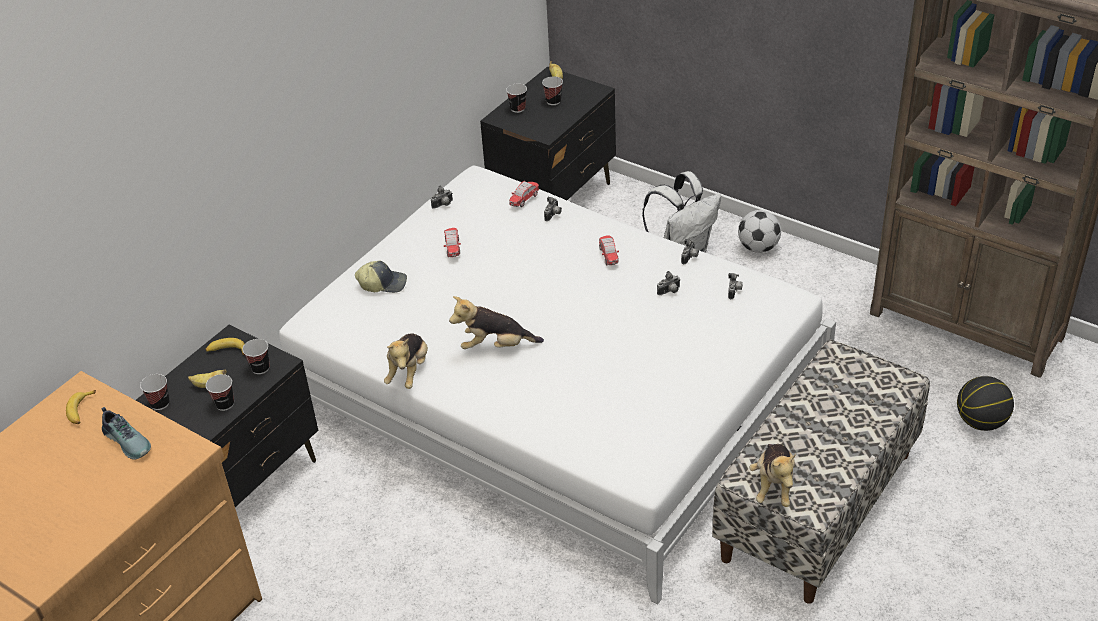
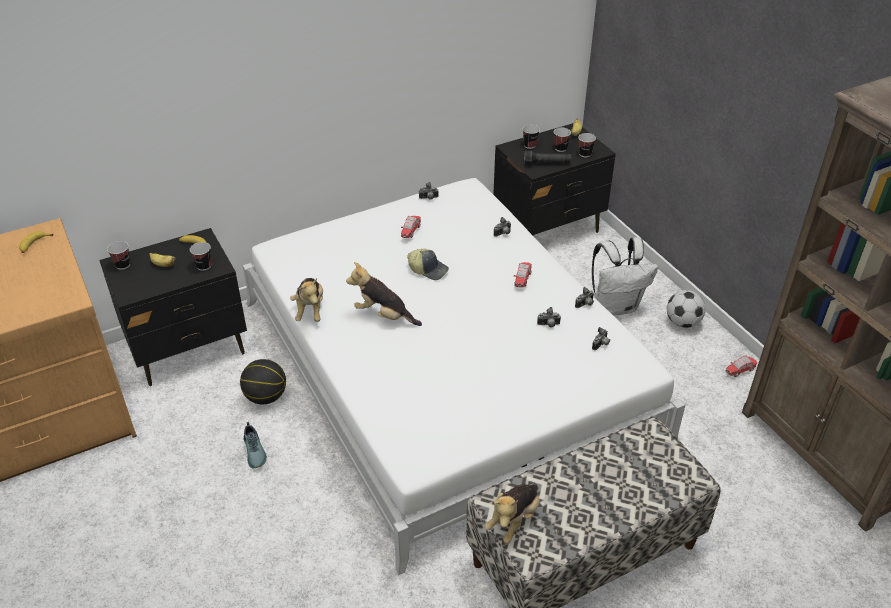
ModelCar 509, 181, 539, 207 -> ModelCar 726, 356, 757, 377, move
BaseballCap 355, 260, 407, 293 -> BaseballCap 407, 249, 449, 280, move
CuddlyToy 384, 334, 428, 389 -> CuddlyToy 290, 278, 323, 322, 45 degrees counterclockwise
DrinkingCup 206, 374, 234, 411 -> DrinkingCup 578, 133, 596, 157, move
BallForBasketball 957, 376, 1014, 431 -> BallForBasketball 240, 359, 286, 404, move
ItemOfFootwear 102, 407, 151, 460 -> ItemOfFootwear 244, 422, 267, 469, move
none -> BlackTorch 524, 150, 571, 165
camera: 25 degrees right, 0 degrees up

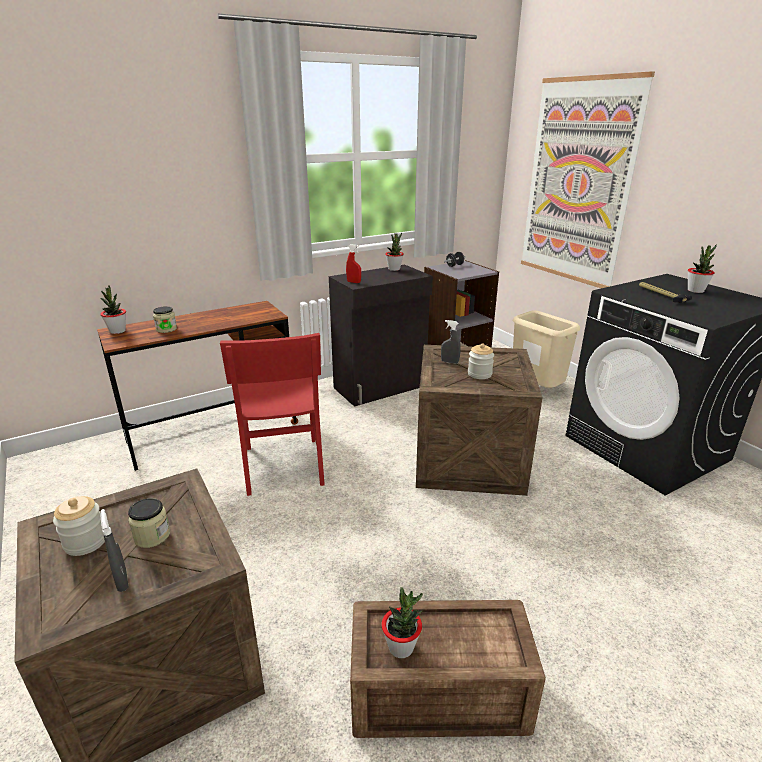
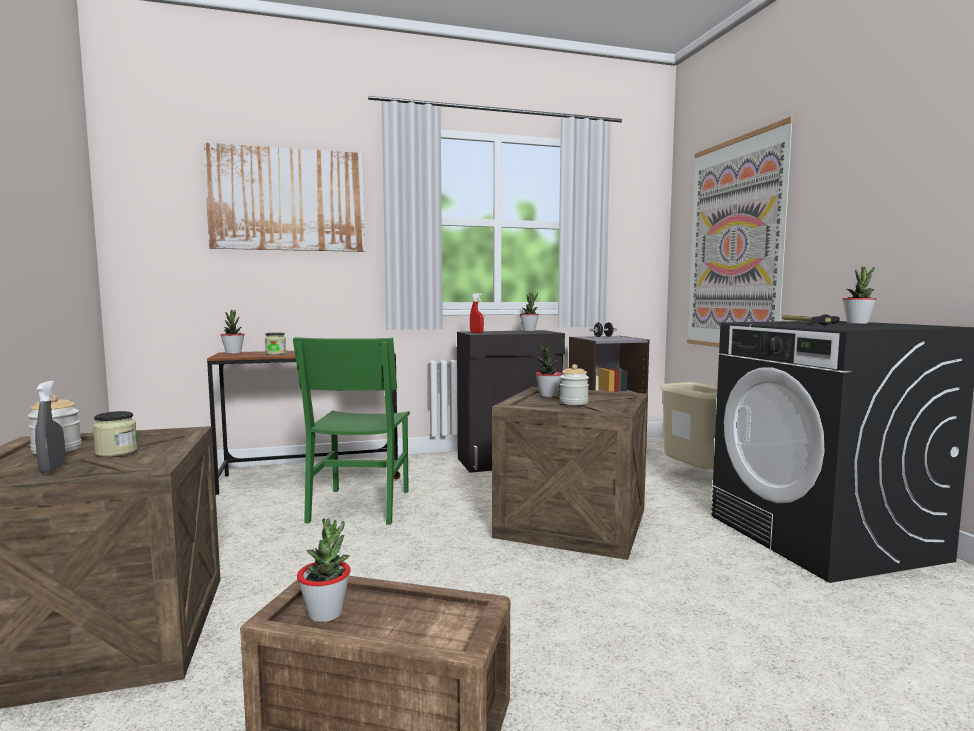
GraySprayer 441, 320, 461, 364 -> PlantInAPot 536, 345, 562, 397
RedUprightChair 220, 333, 325, 496 -> GreenColouredUprightChair 293, 337, 410, 525
none -> Picture 203, 143, 365, 252
camera: 15 degrees right, 20 degrees down

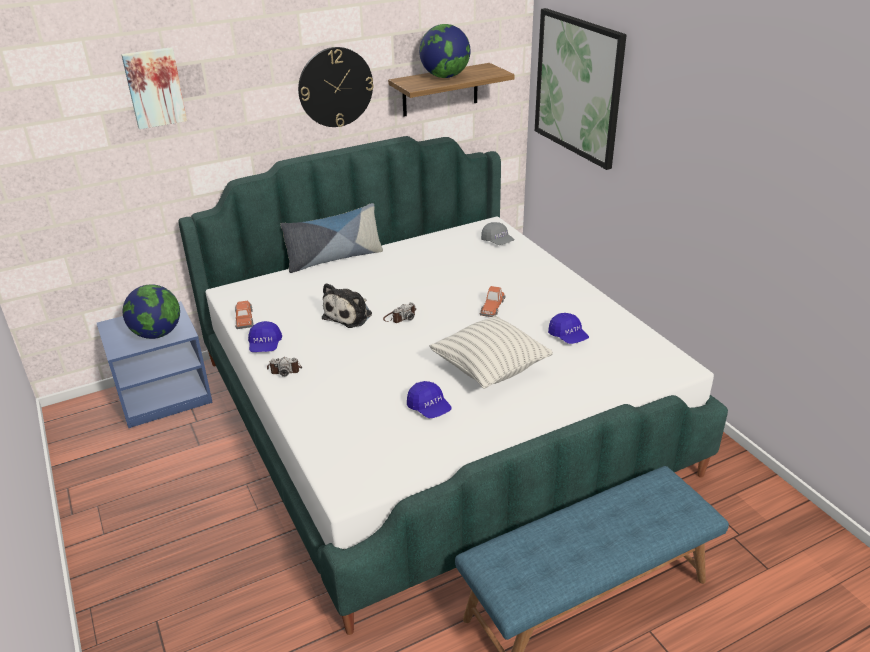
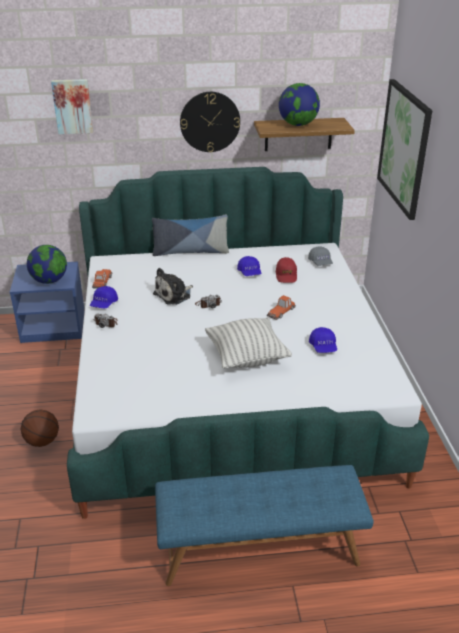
BlueBaseballCap 407, 381, 452, 418 -> BlueBaseballCap 237, 256, 261, 276, move
none -> RedBaseballCap 276, 257, 297, 283
none -> BallForBasketball 21, 409, 59, 447
camera: 20 degrees right, 0 degrees up

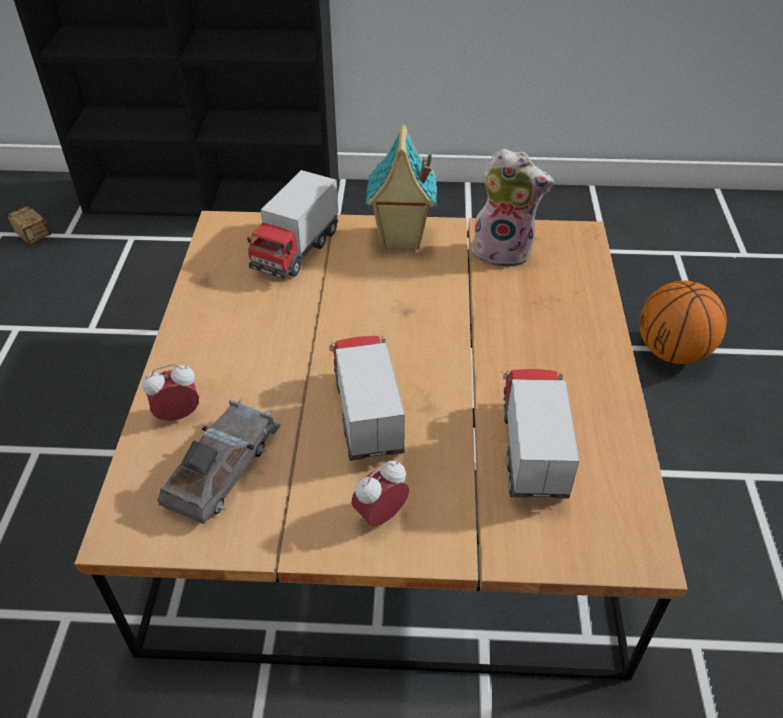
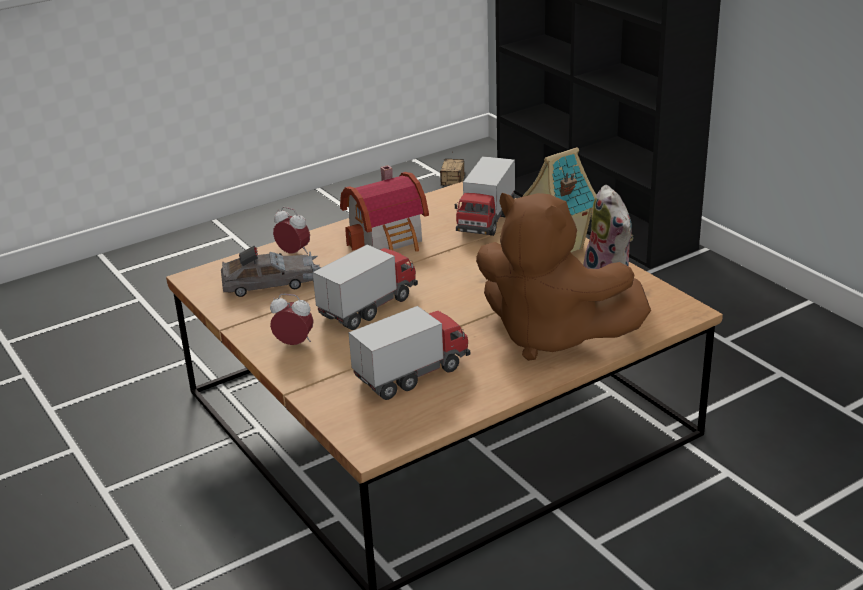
ToyLorry 247, 170, 338, 279 -> ToyLorry 455, 156, 515, 236, 60 degrees counterclockwise
BallForBasketball 639, 281, 727, 364 -> none
none -> MiniatureHouse 340, 165, 429, 252
none -> BrownColouredCuddlyToy 476, 193, 651, 361
camera: 55 degrees right, 15 degrees down

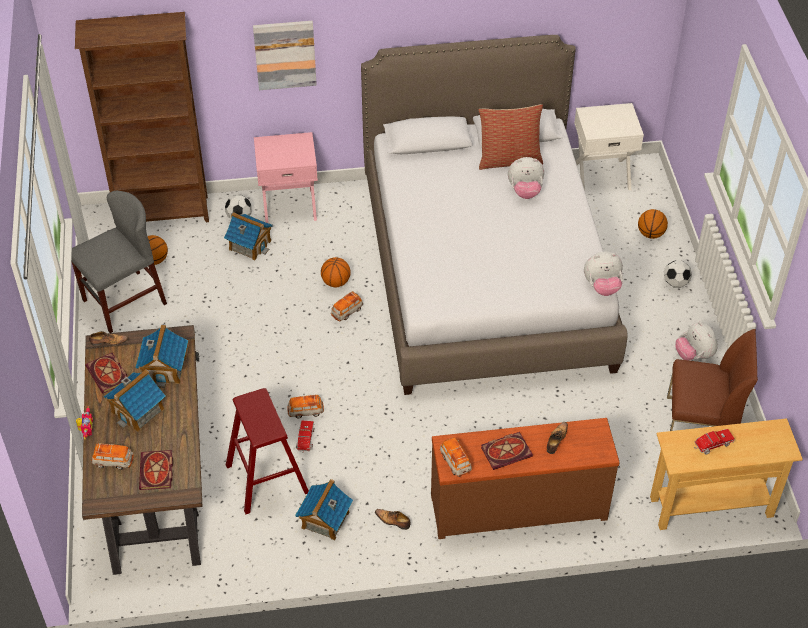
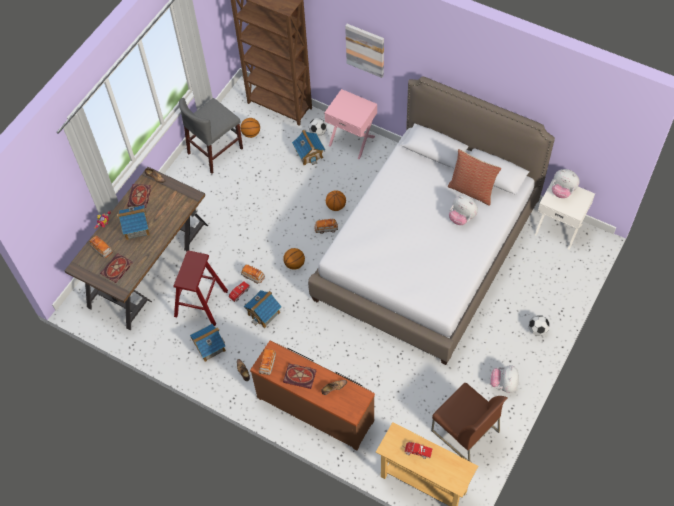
GrayUprightChair 72, 191, 167, 333 -> GrayUprightChair 179, 98, 243, 174, 135 degrees clockwise
BallForBasketball 638, 209, 668, 239 -> BallForBasketball 283, 248, 305, 270, move
CuddlyToy 584, 252, 623, 296 -> CuddlyToy 552, 169, 580, 198, move
MiniatureHouse 135, 324, 188, 387 -> MiniatureHouse 244, 290, 282, 328, move
camera: 40 degrees right, 10 degrees up

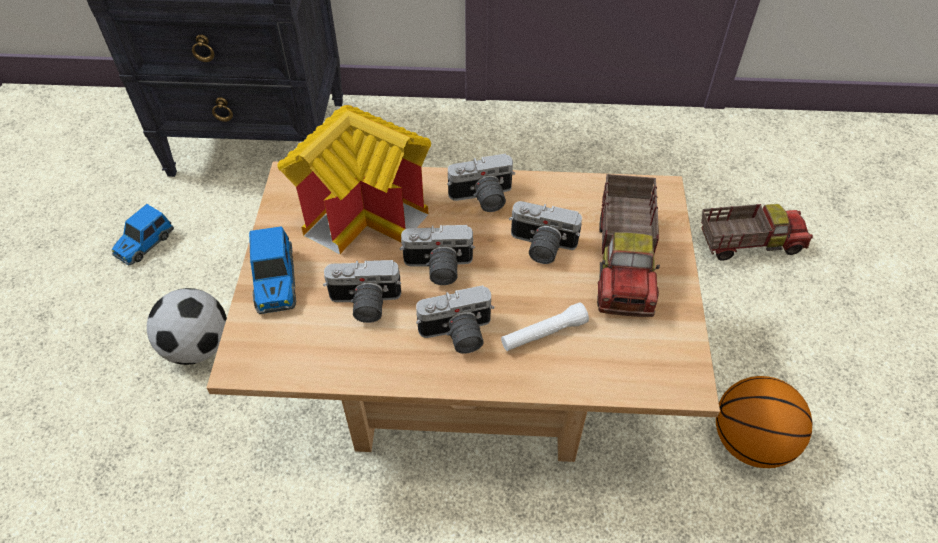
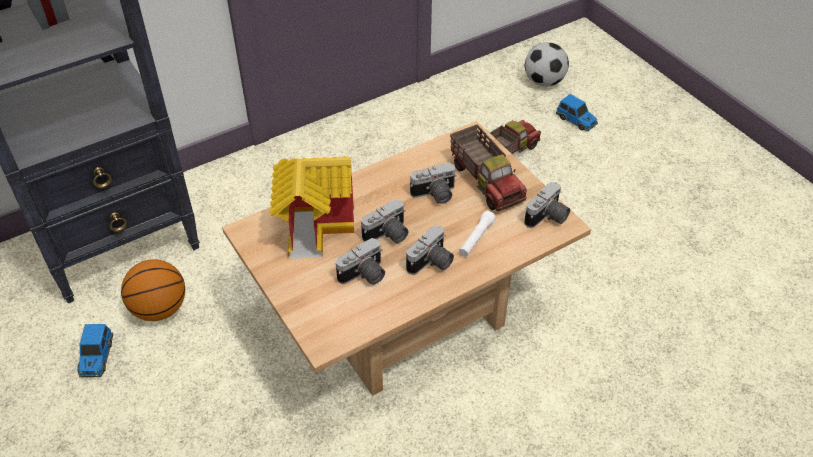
PhotoCamera 447, 153, 515, 212 -> PhotoCamera 524, 182, 570, 228, move
ModelCar 249, 226, 296, 314 -> ModelCar 556, 94, 598, 131, move
Football 147, 288, 227, 365 -> Football 525, 42, 569, 87, move
BallForBasketball 716, 376, 813, 468 -> BallForBasketball 121, 259, 185, 321, move
camera: 35 degrees left, 5 degrees down

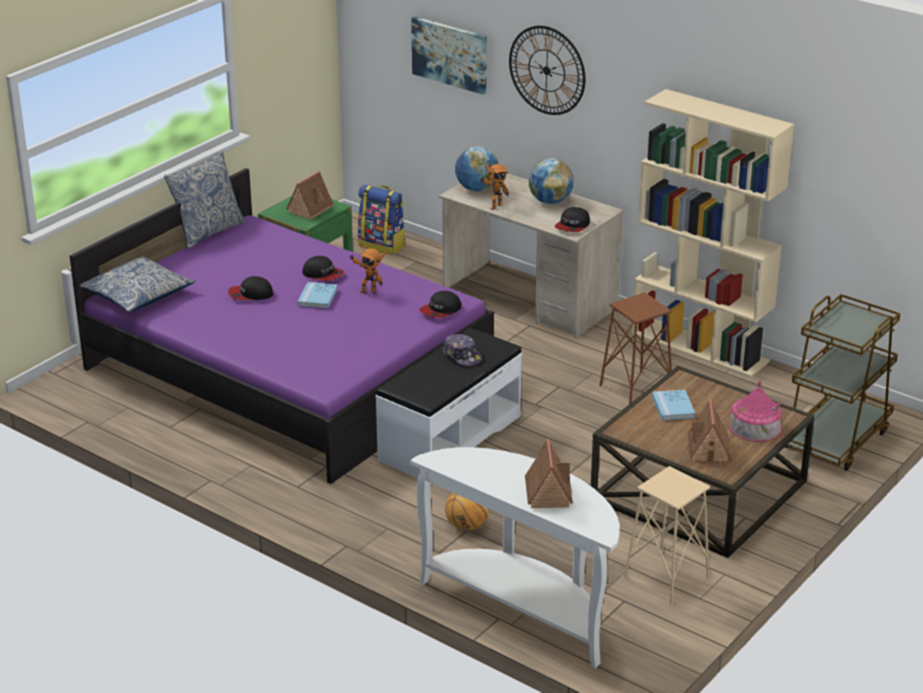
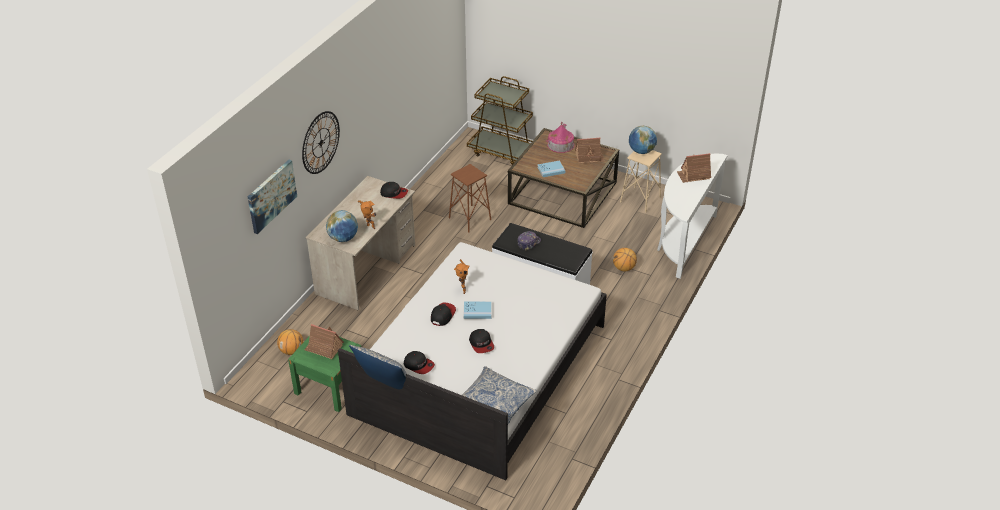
BeigeShelvingUnit 631, 89, 794, 378 -> none
DeskGlobe 529, 158, 574, 204 -> DeskGlobe 629, 126, 657, 154, move
PurpleBed 70, 168, 494, 484 -> WhiteBed 338, 242, 607, 480
Knapsack 358, 185, 405, 255 -> BallForBasketball 277, 329, 303, 355
BaseballCap 419, 291, 461, 318 -> BaseballCap 404, 351, 435, 374, move
camera: 100 degrees left, 10 degrees up

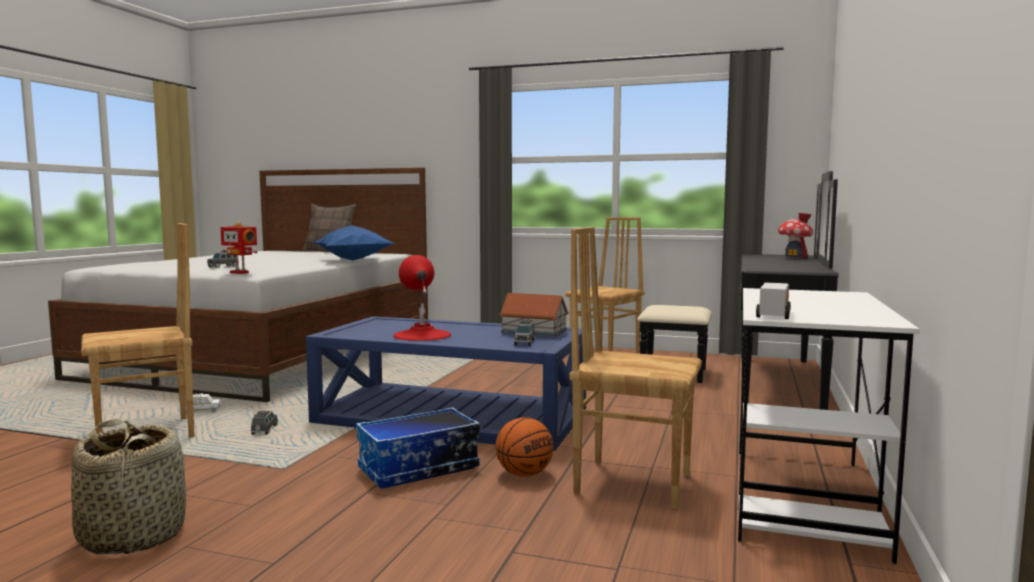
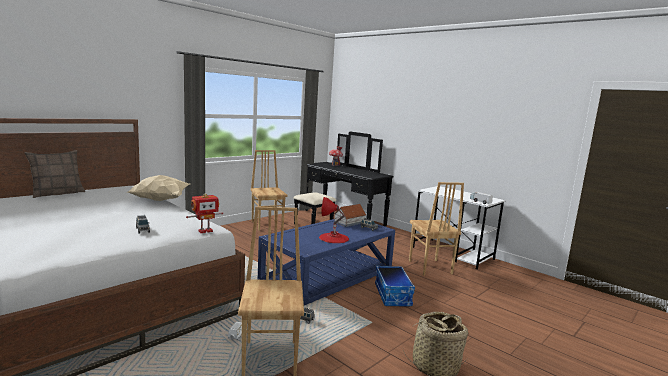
BlueThrowPillow 313, 225, 395, 260 -> BeigeThrowPillow 126, 175, 189, 201
BrownColouredUprightChair 570, 227, 702, 509 -> BrownColouredUprightChair 409, 182, 464, 275, 60 degrees counterclockwise
BallForBasketball 496, 417, 553, 477 -> none
camera: 65 degrees left, 5 degrees up

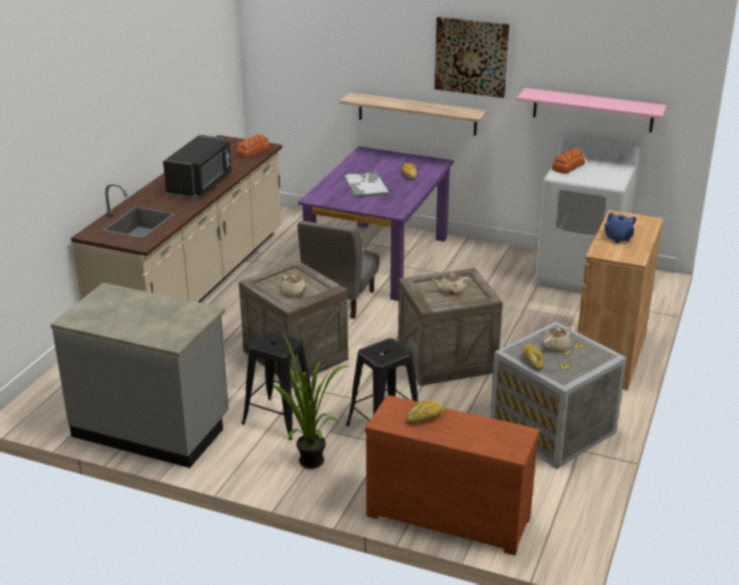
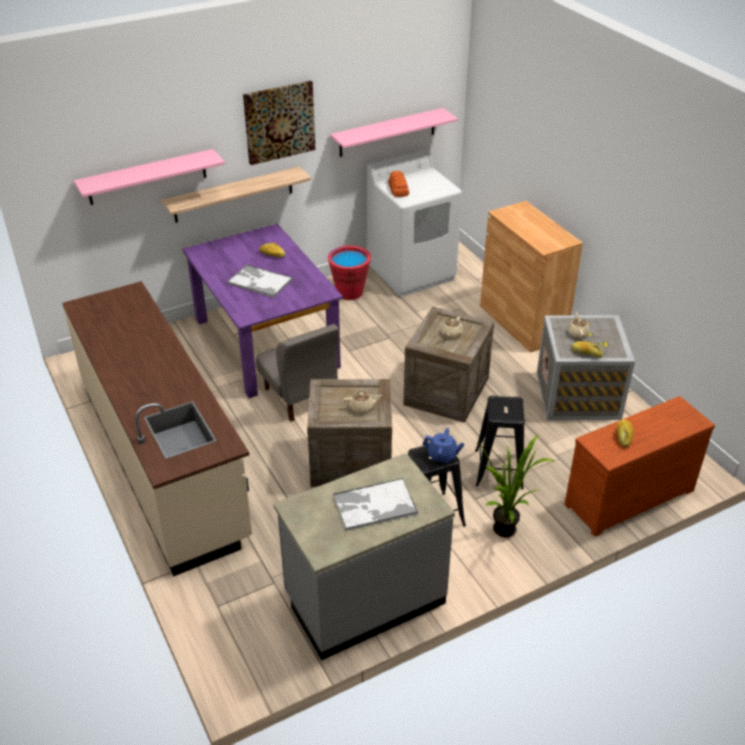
BlackKitchenMicrowave 163, 135, 231, 198 -> none
BakeryBread 236, 135, 271, 158 -> none
BluePotForTea 604, 212, 637, 243 -> BluePotForTea 423, 428, 465, 463, move
none -> PinkishWallShelf 74, 149, 225, 205
none -> RedPail 328, 245, 371, 300
none -> Tray 333, 478, 418, 531
camera: 50 degrees left, 10 degrees up

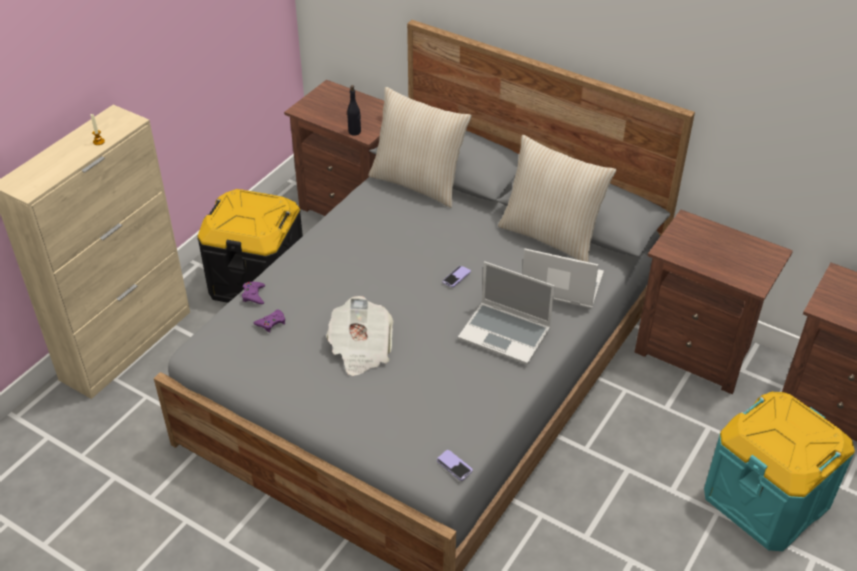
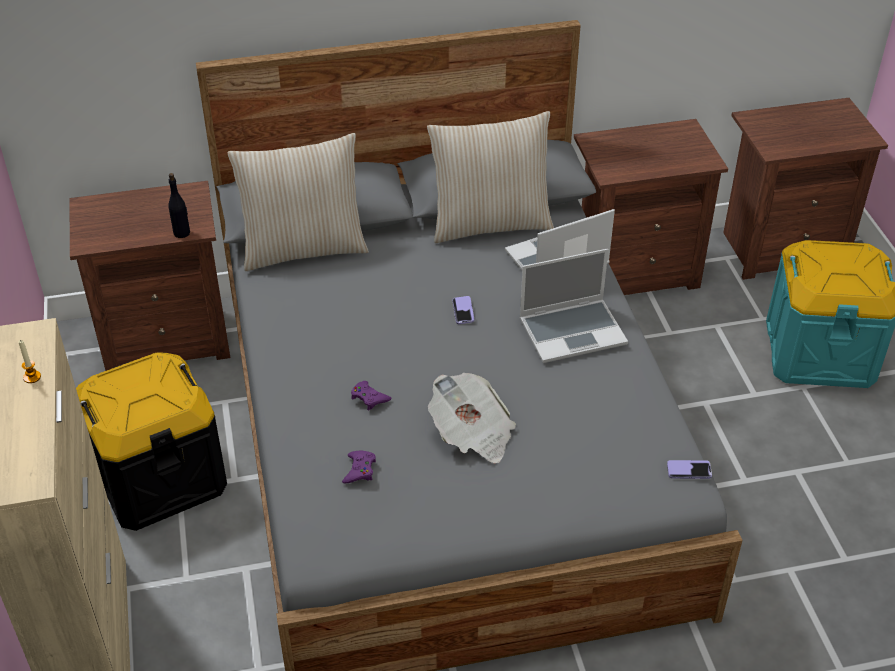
PurpleJoypad 242, 282, 265, 304 -> PurpleJoypad 351, 381, 392, 410, move
camera: 45 degrees left, 0 degrees up

